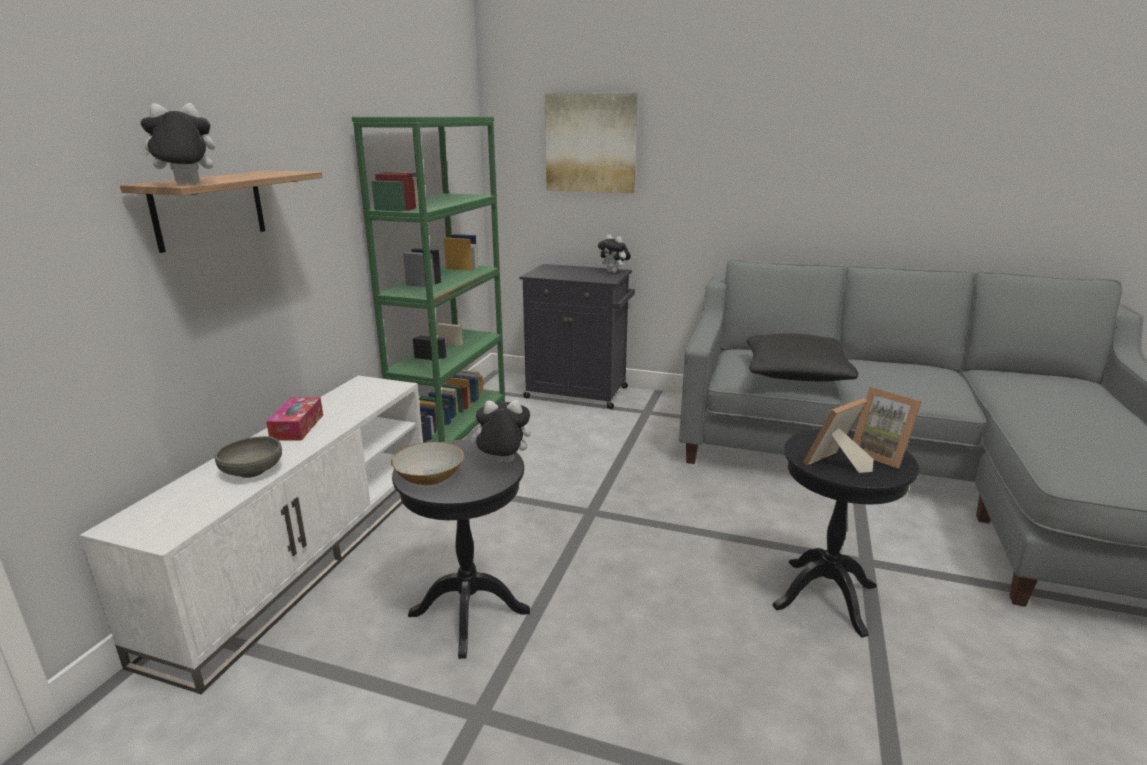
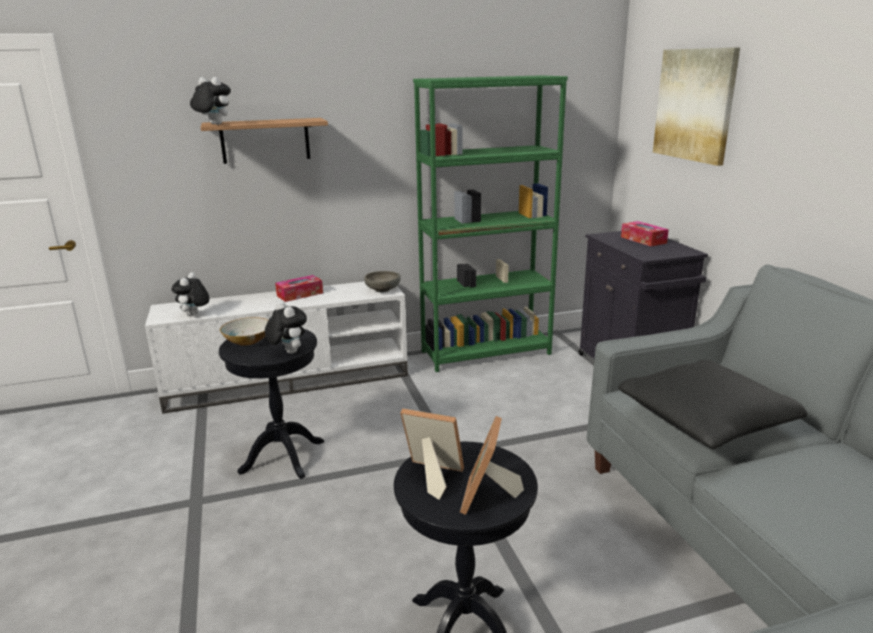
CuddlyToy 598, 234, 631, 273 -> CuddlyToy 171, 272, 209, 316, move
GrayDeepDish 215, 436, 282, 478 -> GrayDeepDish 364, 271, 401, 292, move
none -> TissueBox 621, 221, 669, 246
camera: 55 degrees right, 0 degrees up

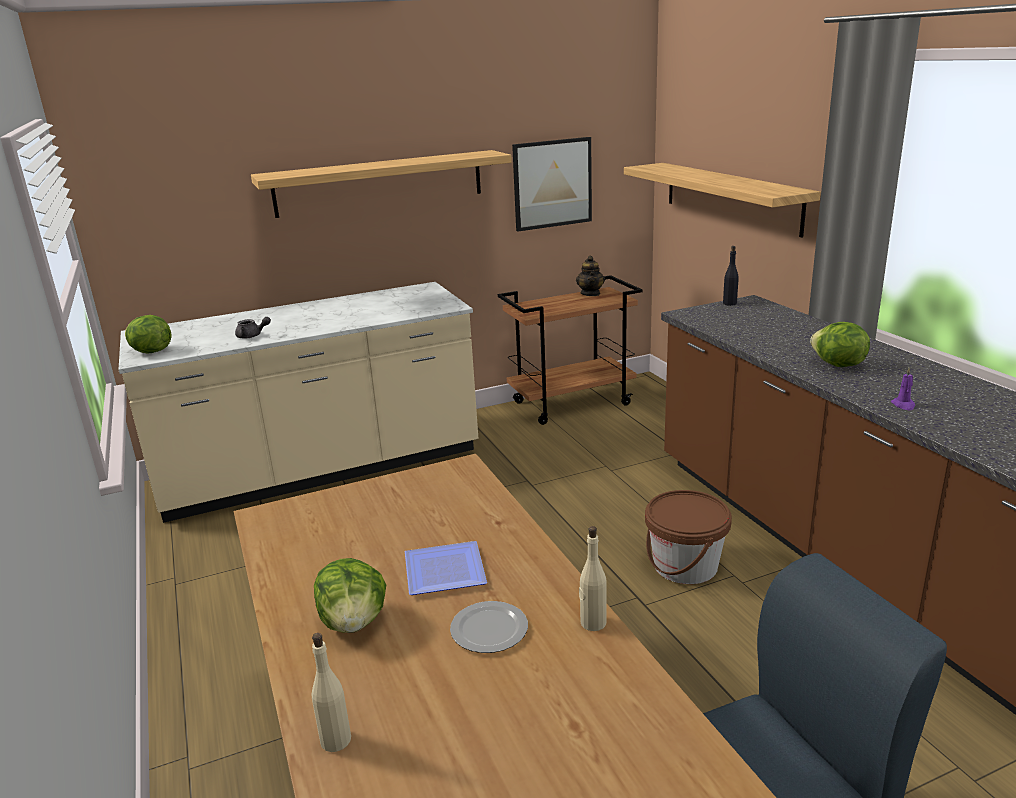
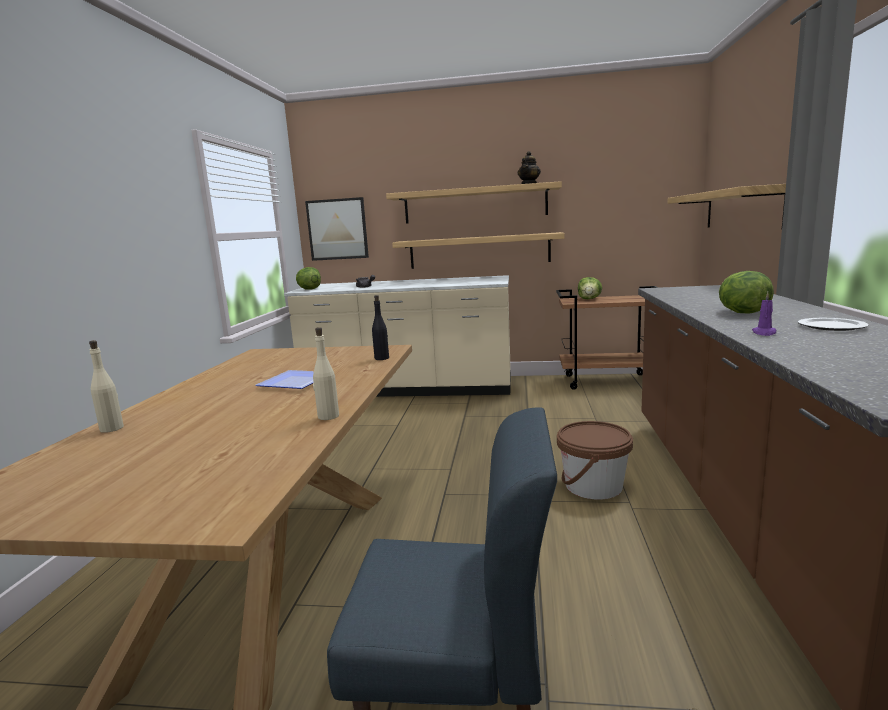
Picture 512, 137, 592, 231 -> Picture 305, 197, 369, 261, move
BlackBeverageBottle 723, 246, 739, 306 -> BlackBeverageBottle 372, 295, 389, 360, move
PotForTea 576, 256, 605, 296 -> PotForTea 518, 151, 541, 184, move
HeadOfLettuce 314, 558, 386, 633 -> HeadOfLettuce 578, 277, 602, 299, move
FlatDish 450, 601, 528, 653 -> FlatDish 798, 318, 869, 331, move
none -> WallShelf 392, 232, 565, 269
camera: 30 degrees right, 10 degrees down

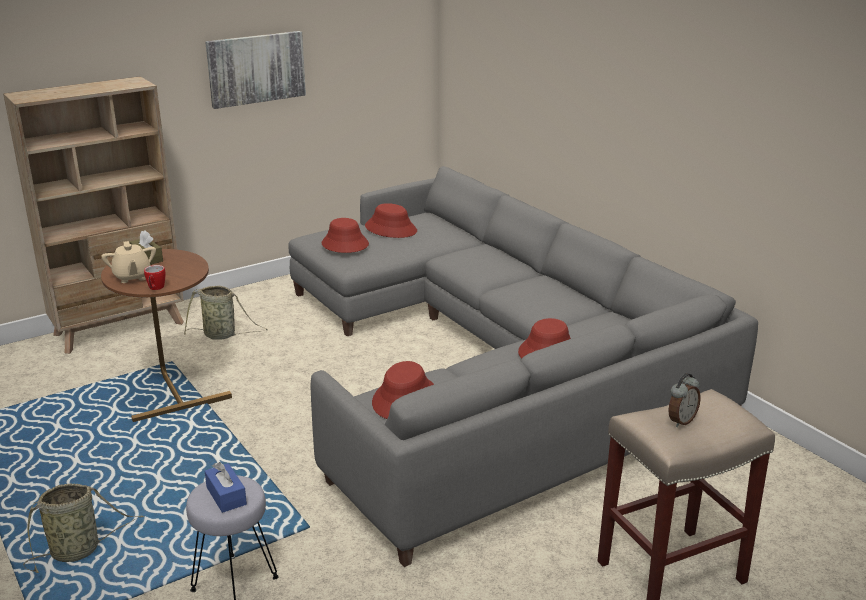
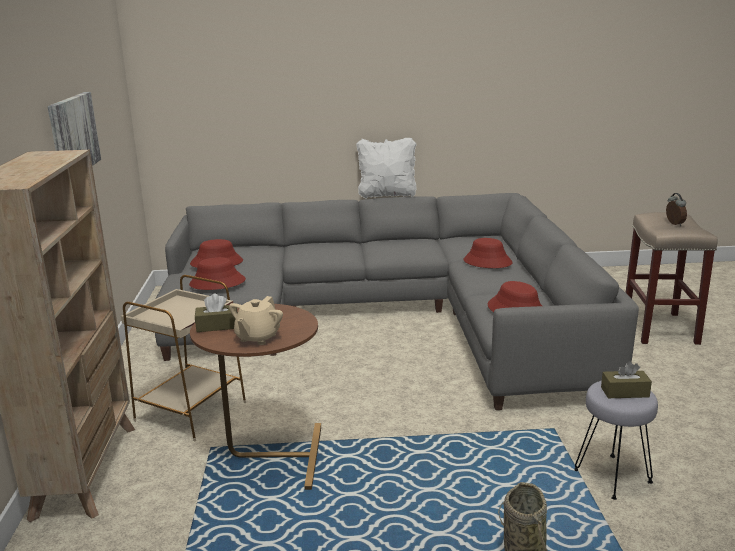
BeigePotForTea 101, 241, 156, 283 -> BeigePotForTea 229, 296, 283, 345, 105 degrees clockwise
Mug 144, 265, 165, 290 -> none
StorageBasket 184, 286, 268, 340 -> BeigeAccentTable 121, 275, 246, 441
BlueTissueBox 205, 462, 247, 513 -> BrownColouredTissueBox 601, 361, 652, 398
none -> WhiteThrowPillow 356, 138, 417, 199
camera: 60 degrees left, 5 degrees down

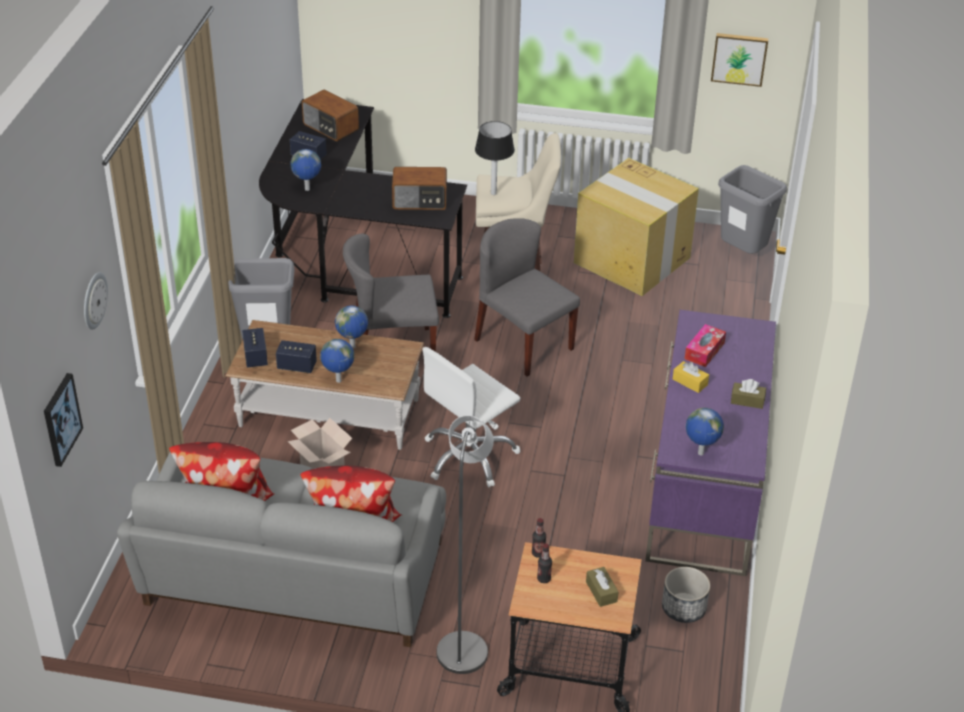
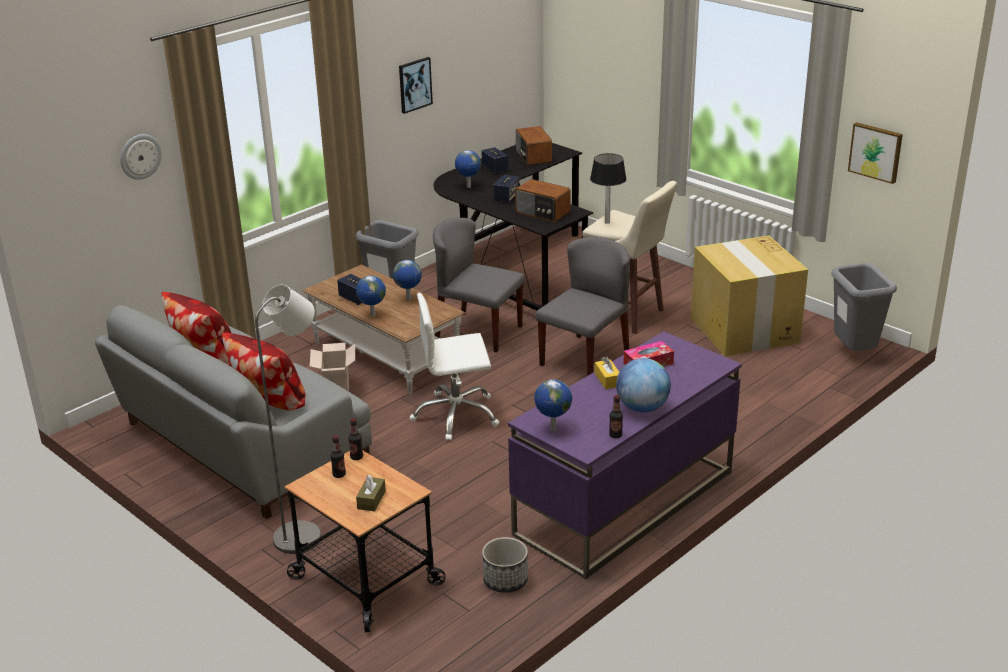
GrayUprightChair 474, 218, 580, 377 -> GrayUprightChair 535, 237, 630, 376, 45 degrees clockwise
Speaker 242, 328, 268, 367 -> Speaker 493, 175, 519, 203, move
Picture 44, 373, 83, 467 -> Picture 399, 57, 433, 114, move
BrownColouredTissueBox 731, 379, 766, 409 -> DeskGlobe 616, 358, 671, 412
none -> BeverageBottle 609, 395, 623, 438
camera: 35 degrees right, 10 degrees down

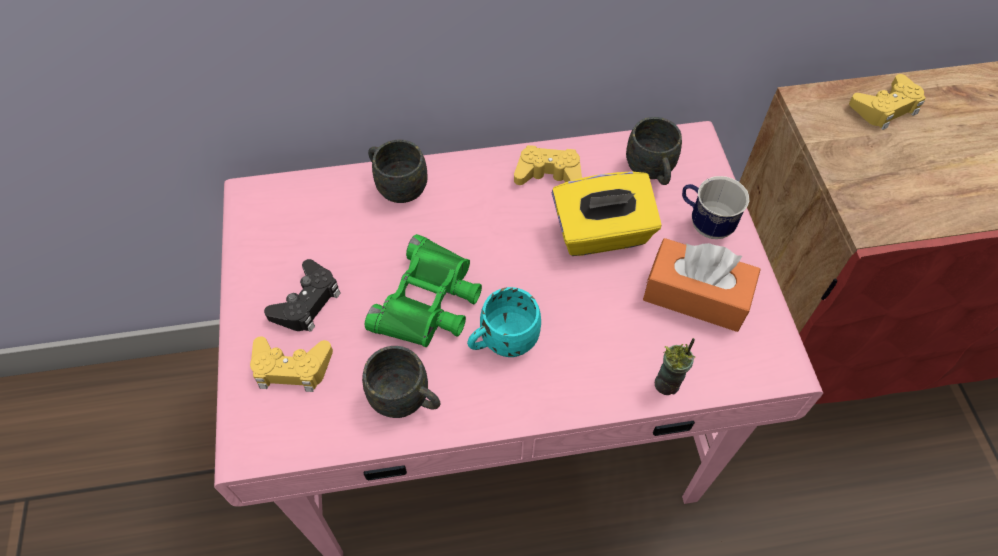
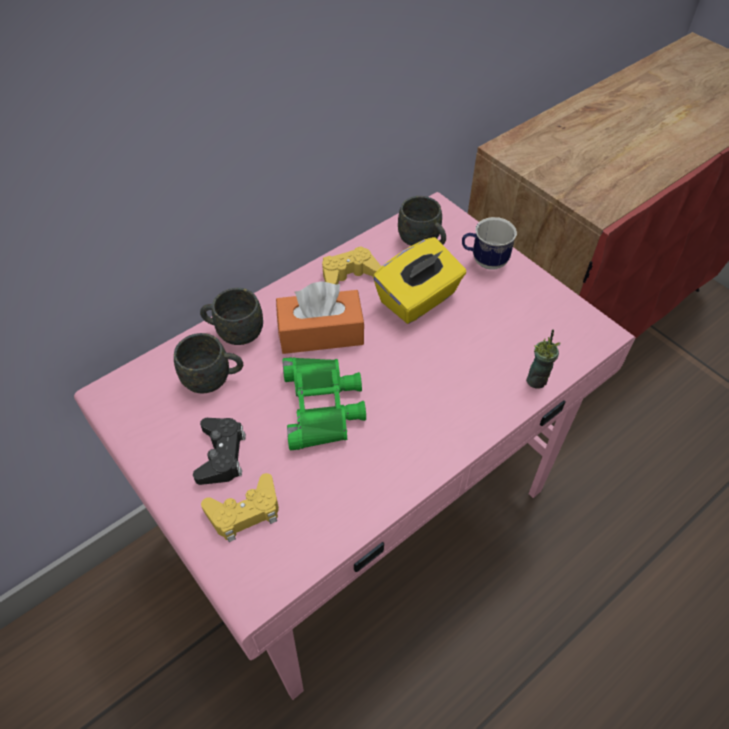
YellowJoypad 849, 74, 926, 130 -> none
OrangeColouredTissueBox 643, 238, 761, 332 -> OrangeColouredTissueBox 276, 281, 364, 354, move
TurquoiseColouredMug 467, 287, 541, 357 -> none
GrayMug 362, 346, 440, 418 -> GrayMug 174, 333, 243, 393, move
camera: 30 degrees left, 5 degrees down

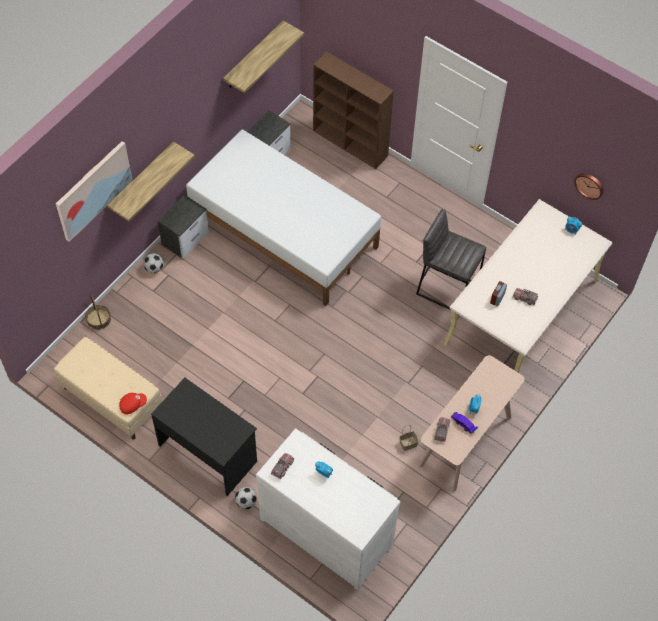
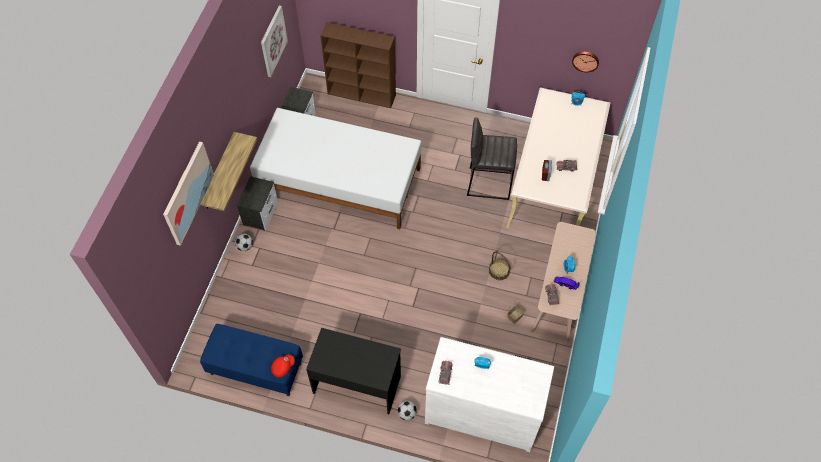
WallShelf 223, 20, 304, 93 -> Picture 261, 5, 288, 77
StorageBasket 85, 295, 111, 330 -> StorageBasket 489, 251, 511, 280, move
BeigeBench 54, 337, 162, 439 -> BlueBench 200, 324, 303, 396
camera: 20 degrees left, 0 degrees up

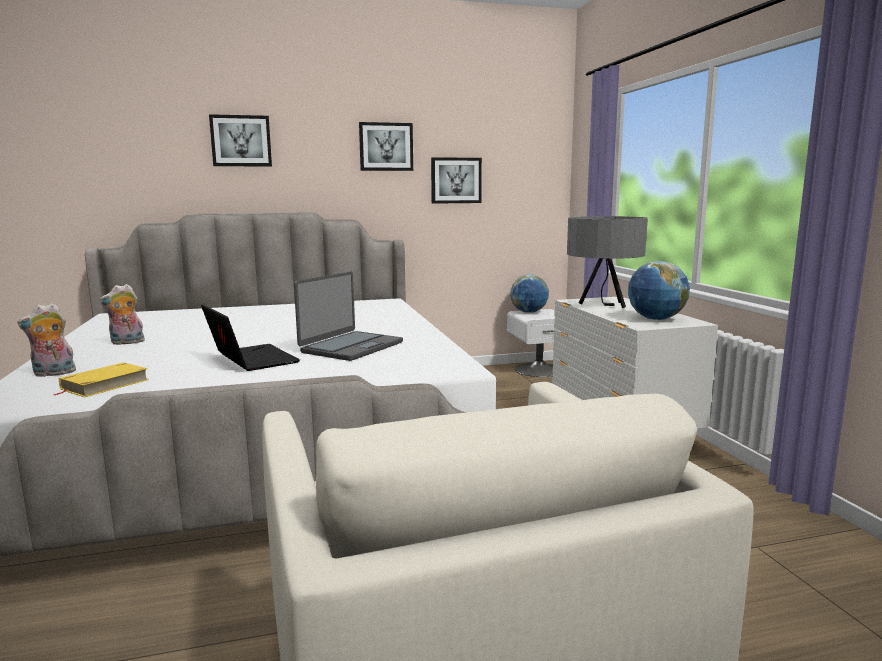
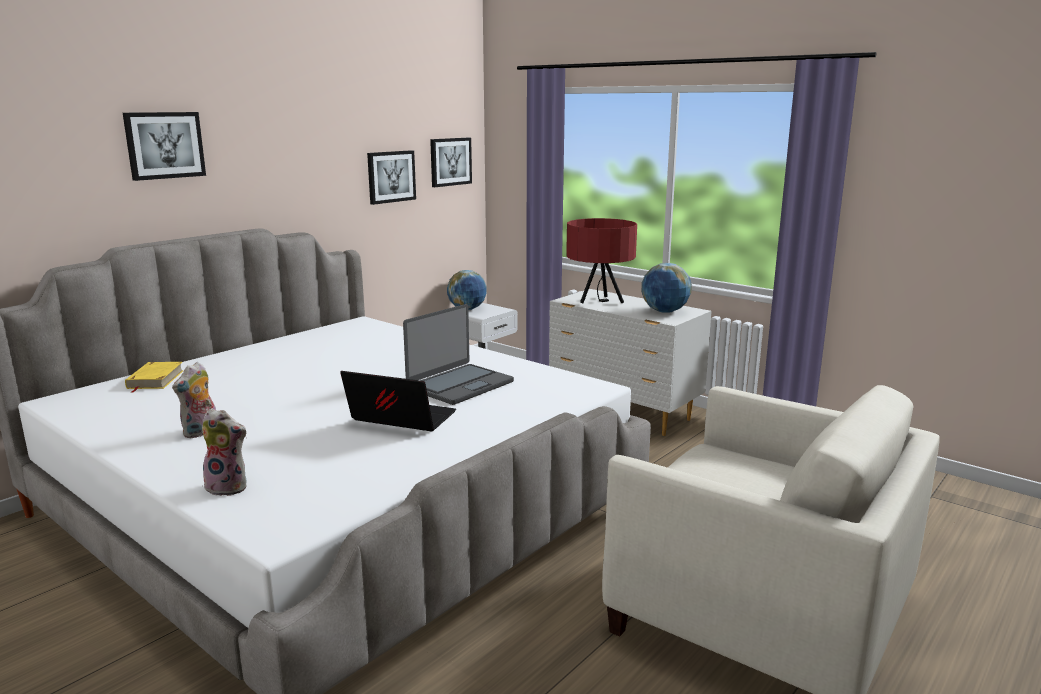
Picture 359, 122, 413, 171 -> Picture 430, 138, 472, 187, move
GrayLampForATable 567, 216, 648, 308 -> RedLampForATable 566, 218, 637, 303
NotebookComputer 294, 271, 403, 361 -> NotebookComputer 403, 304, 514, 405, 45 degrees clockwise
CuddlyToy 17, 303, 76, 377 -> CuddlyToy 202, 408, 247, 496, 105 degrees counterclockwise
YellowBoundBook 53, 362, 149, 397 -> YellowBoundBook 125, 362, 184, 393, move
camera: 35 degrees left, 5 degrees up

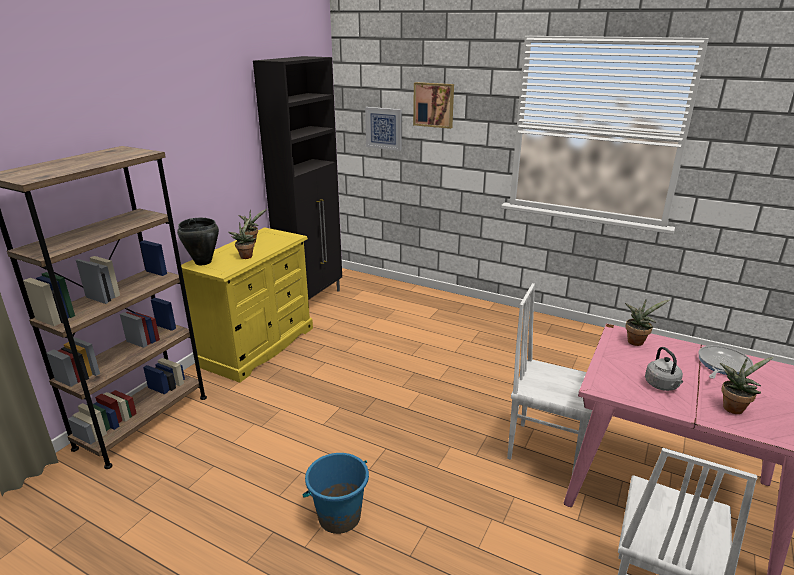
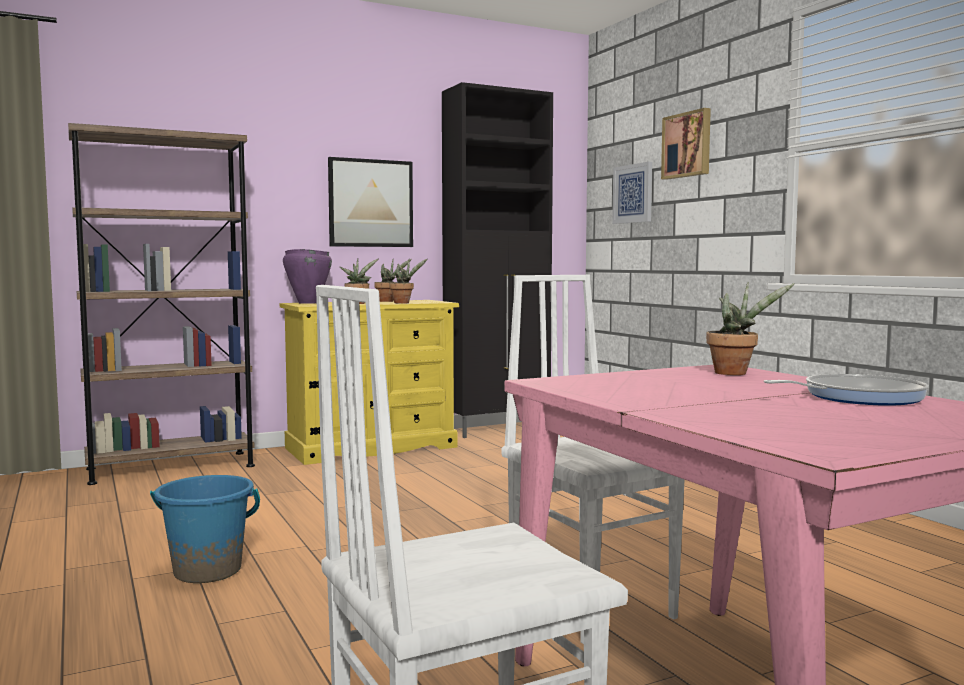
BlackSaucepot 177, 218, 219, 265 -> PurpleSaucepot 283, 249, 332, 304
GrayTeaKettle 645, 347, 683, 391 -> none
PlantInAPot 720, 357, 774, 414 -> PlantInAPot 389, 258, 427, 304, move
none -> Picture 328, 157, 413, 247
camera: 35 degrees right, 20 degrees down

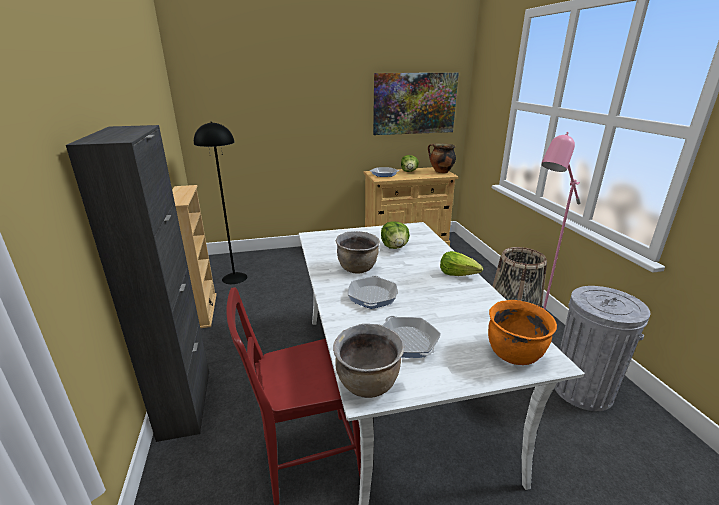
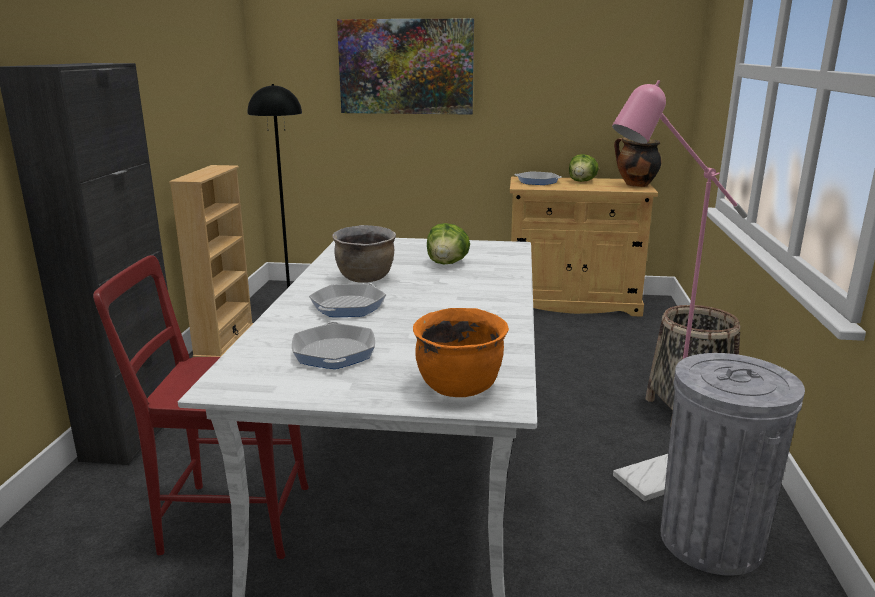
Picture 373, 73, 459, 135 -> Picture 337, 19, 474, 115, move
HeadOfLettuce 440, 251, 483, 276 -> none
BrownColouredSaucepot 333, 324, 405, 398 -> none
camera: 20 degrees right, 5 degrees down

